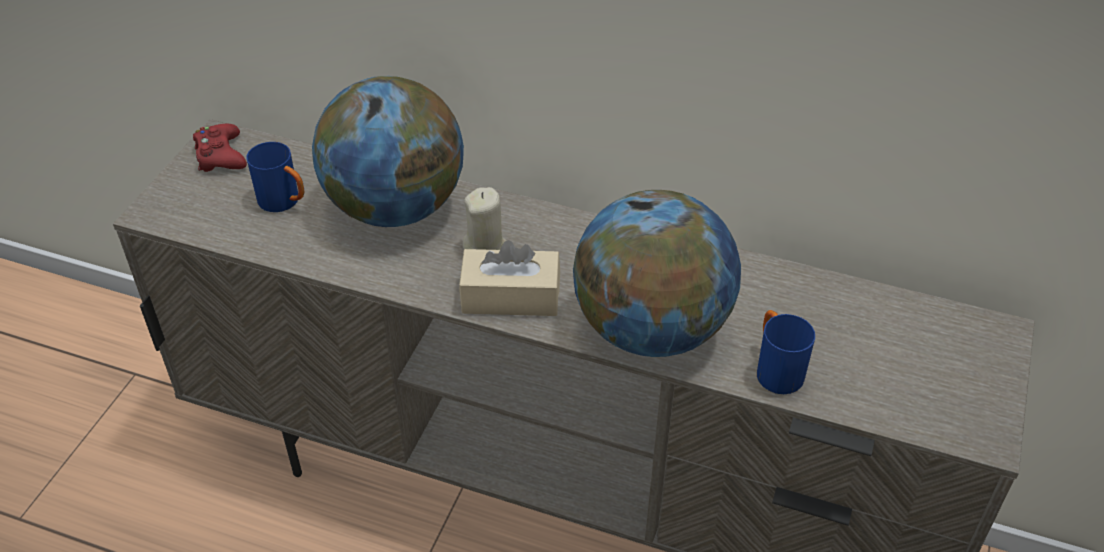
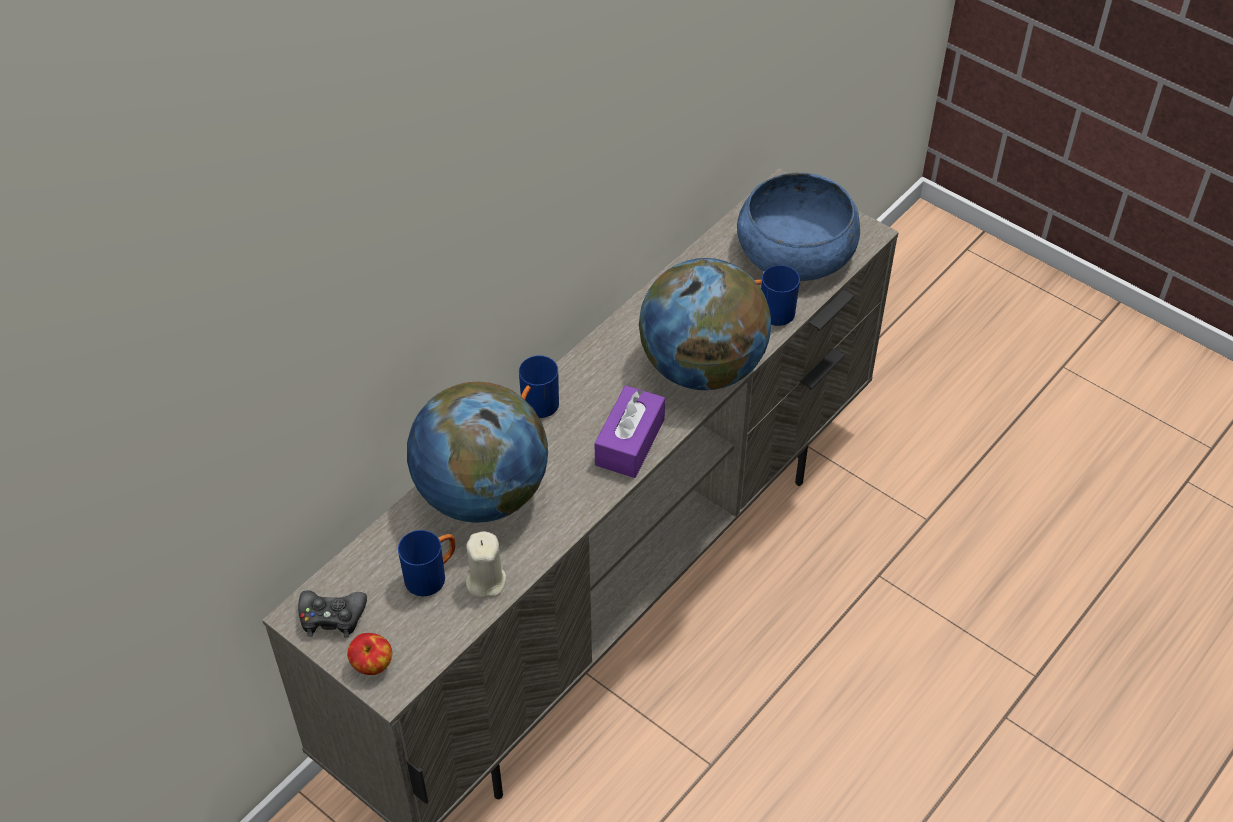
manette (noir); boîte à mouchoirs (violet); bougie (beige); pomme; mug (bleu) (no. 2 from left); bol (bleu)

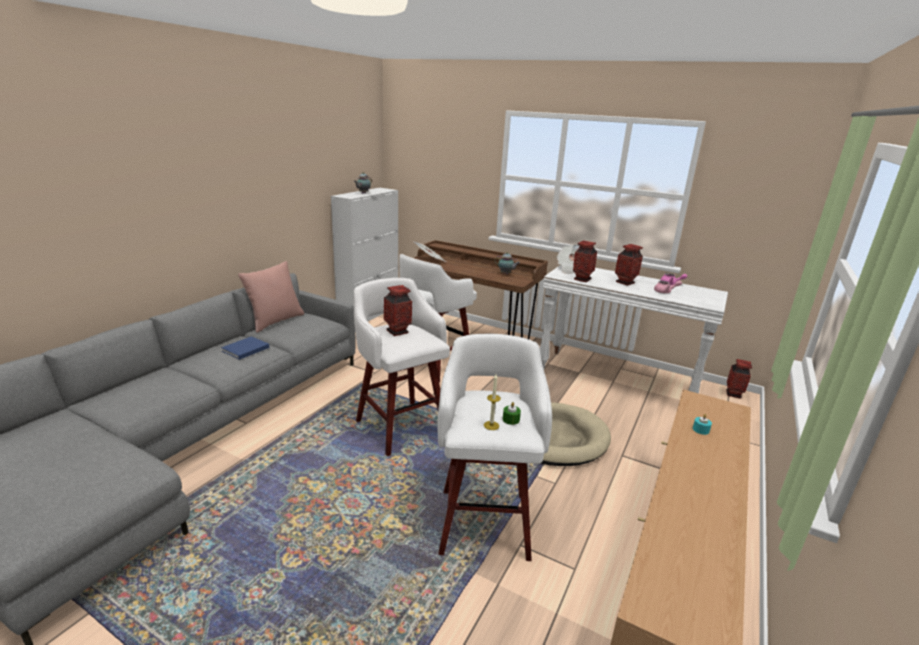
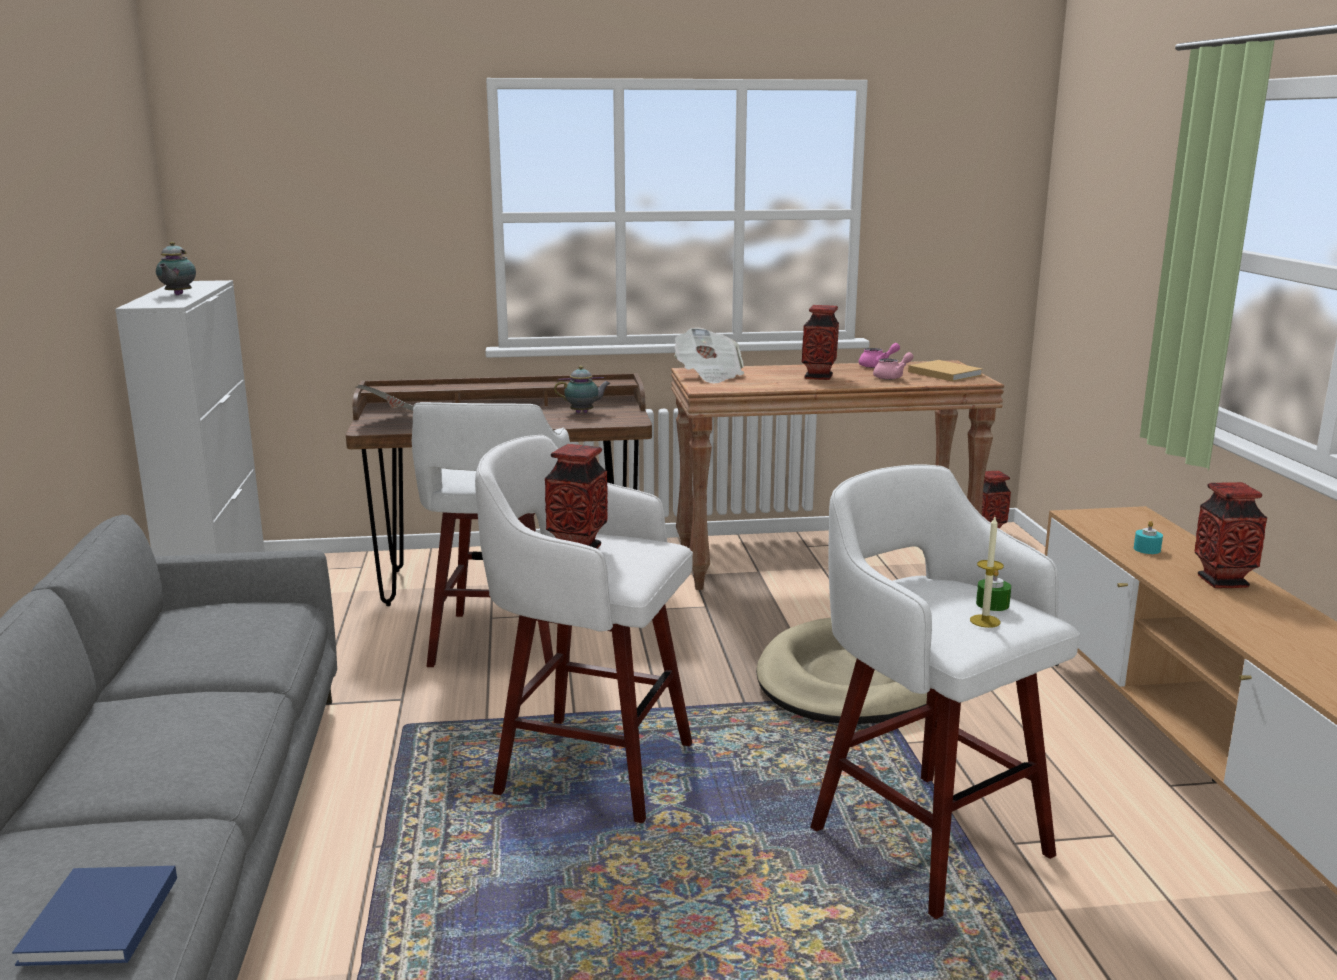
livre (bleu); coussin (rose); table console (marron); vase (no. 4 from left); livre (beige)

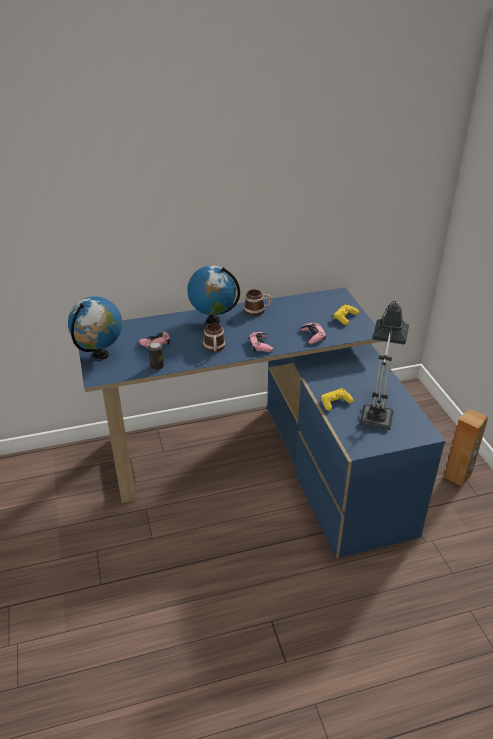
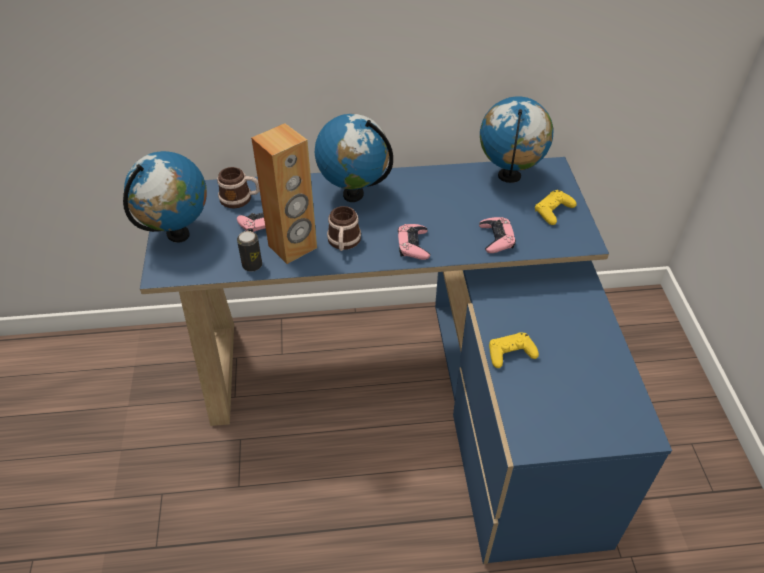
mug (no. 1 from left); lampe de table; enceinte (marron); globe (no. 3 from left)

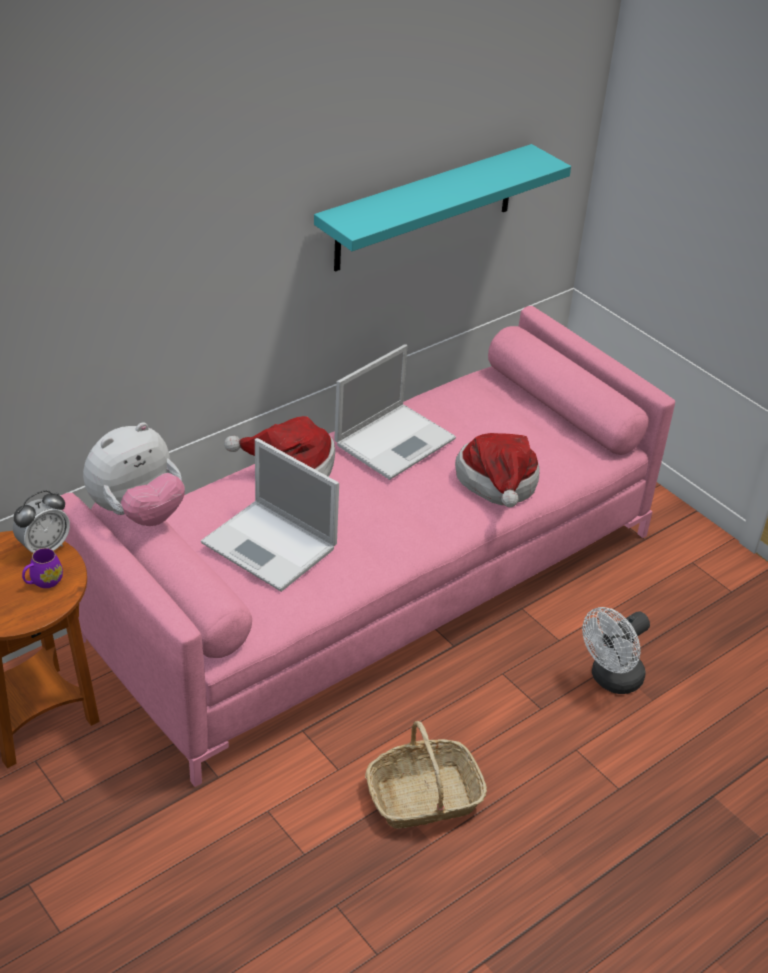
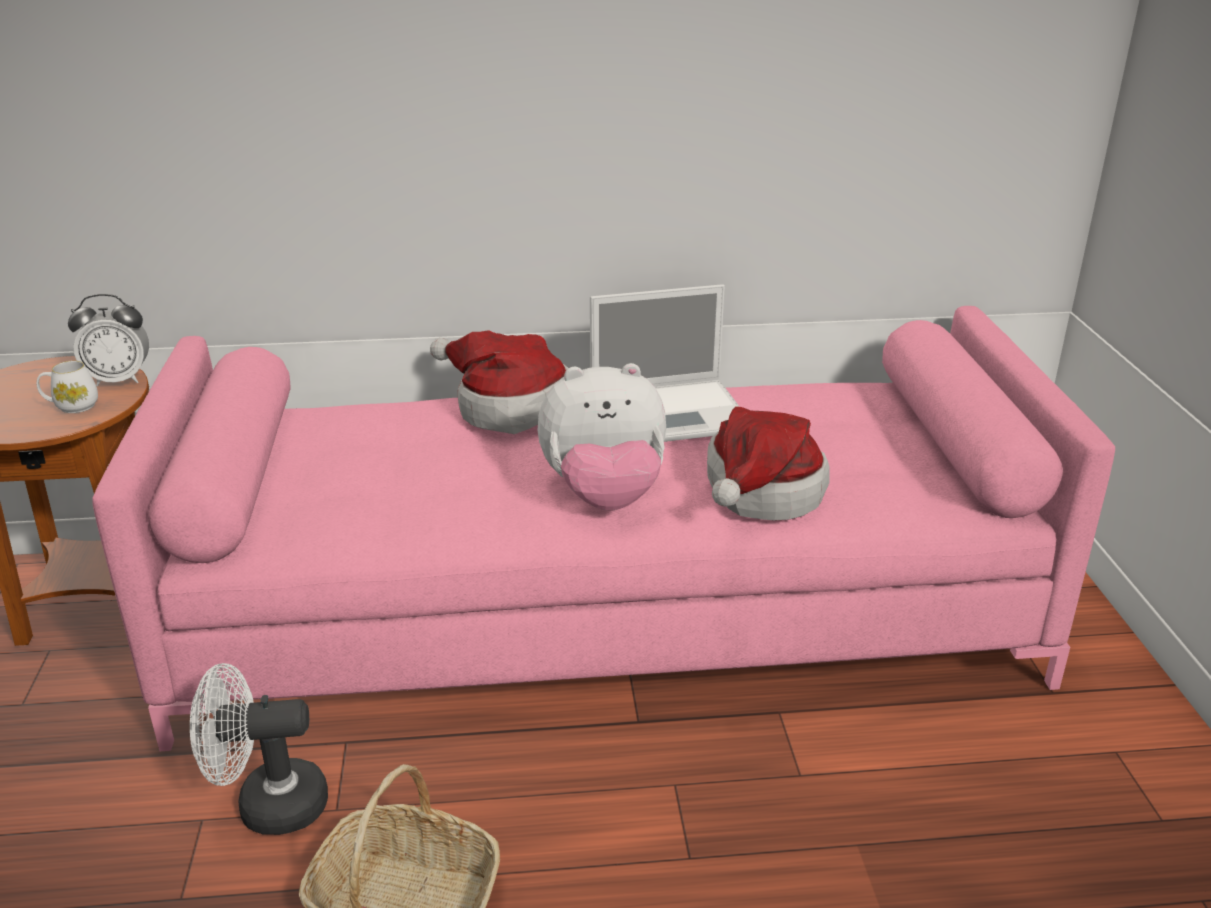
mug (blanc); peluche; ordinateur portable (no. 1 from left in the first image); étagère (turquoise); ventilateur (blanc)

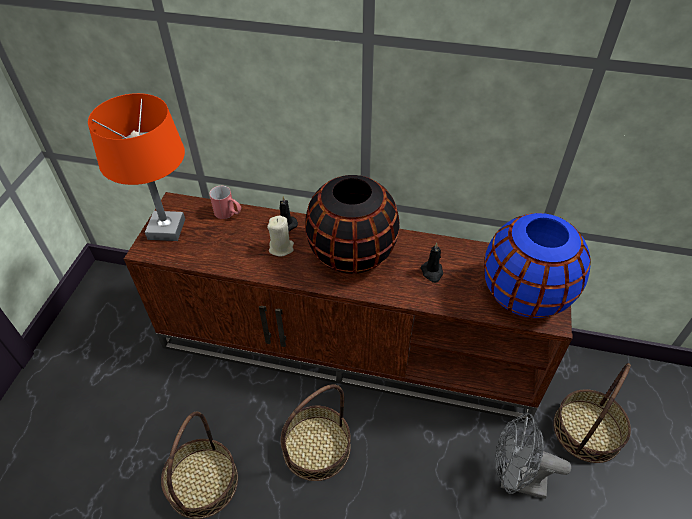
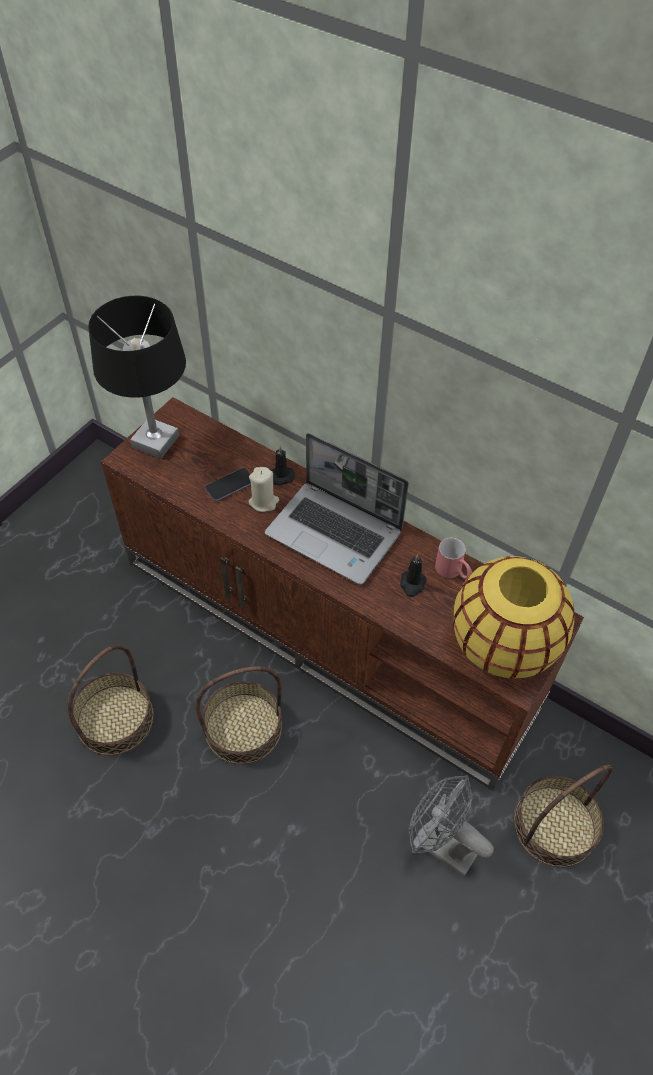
lampe de table (noir); mug (rouge); ordinateur portable; vase (jaune); téléphone

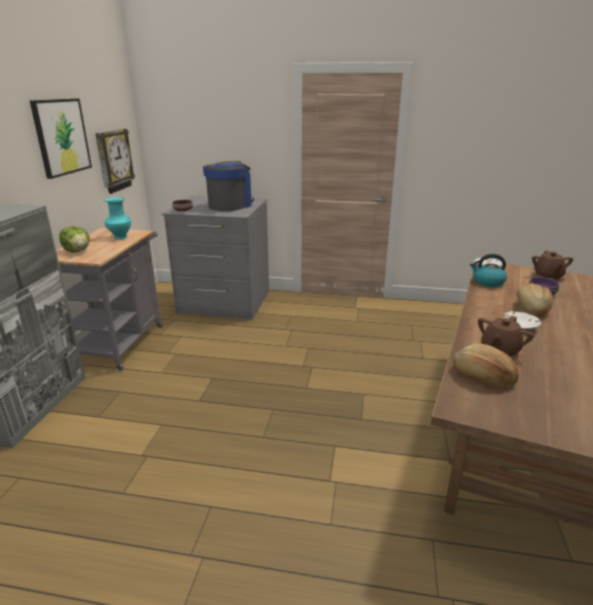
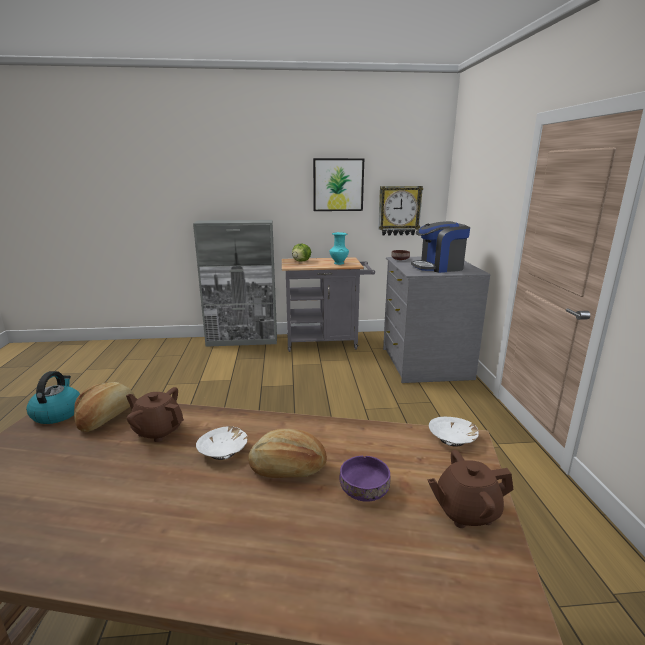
machine à café; bouilloire

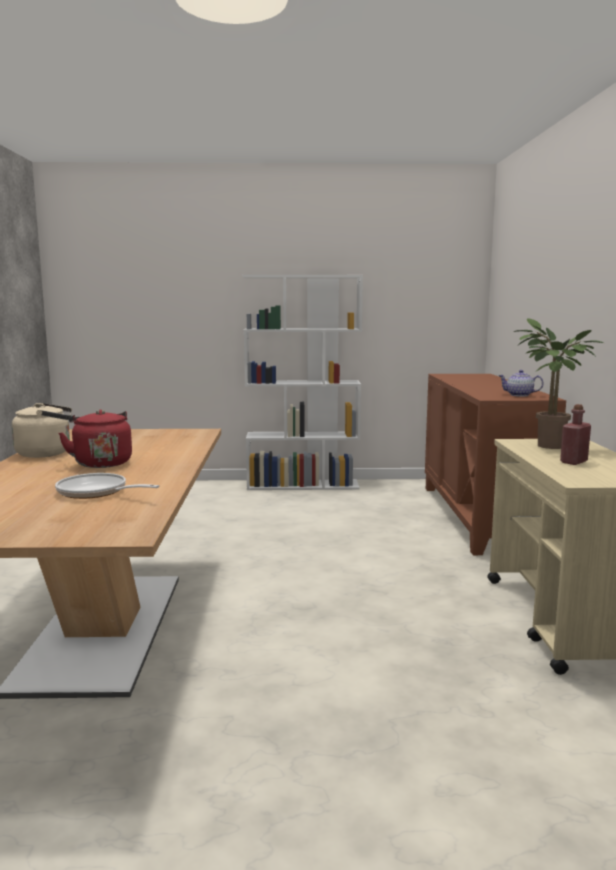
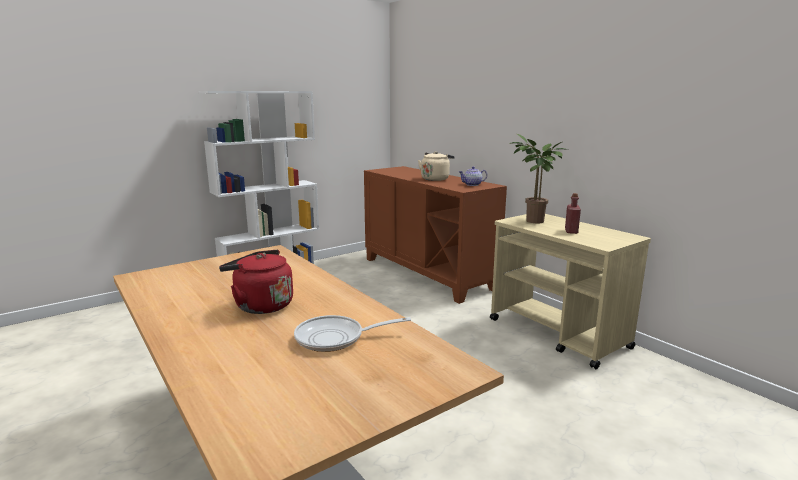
bouilloire (beige)

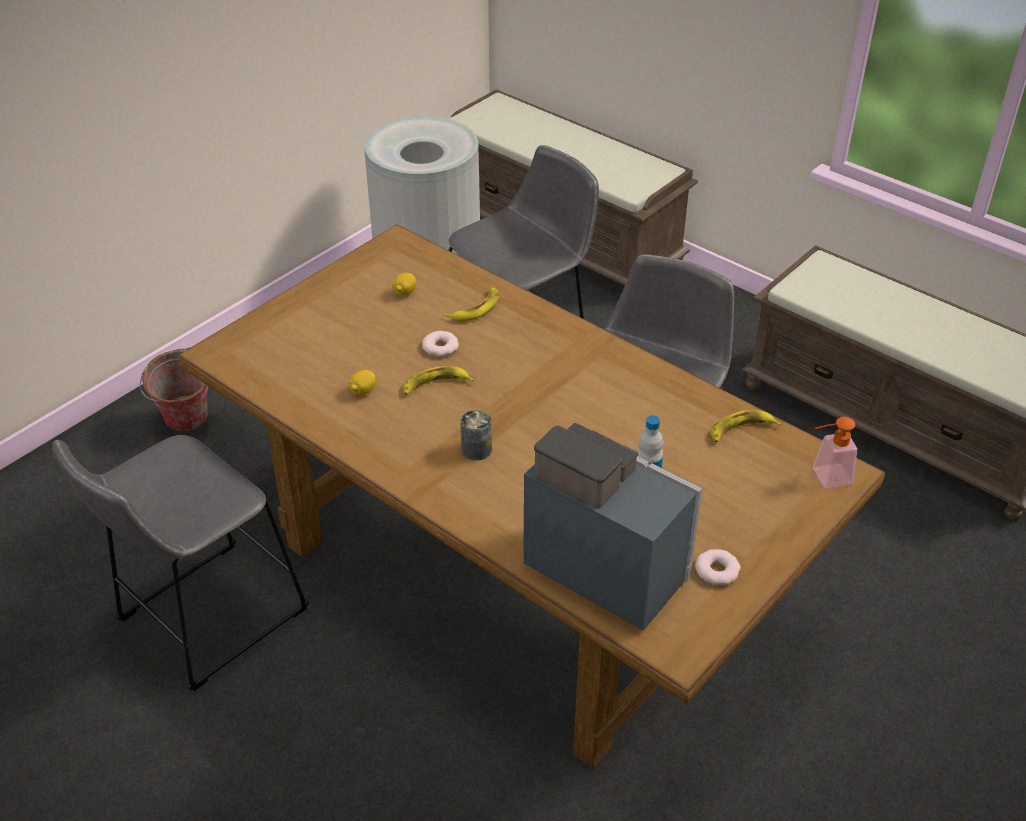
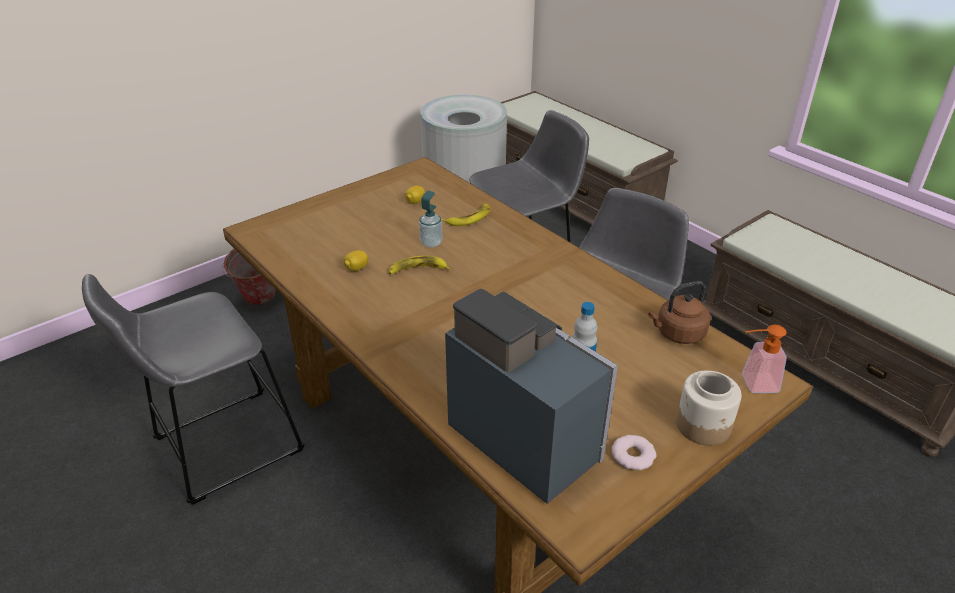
distributeur de savon (no. 1 from left); boîte métallique; bouilloire (marron); bocal

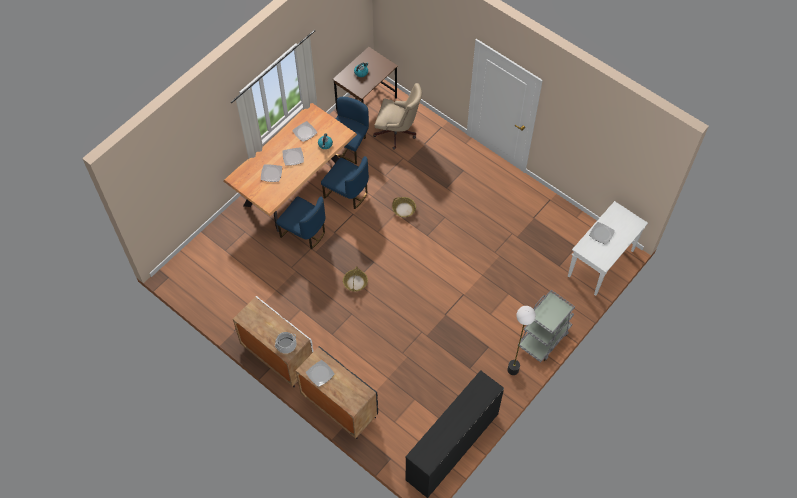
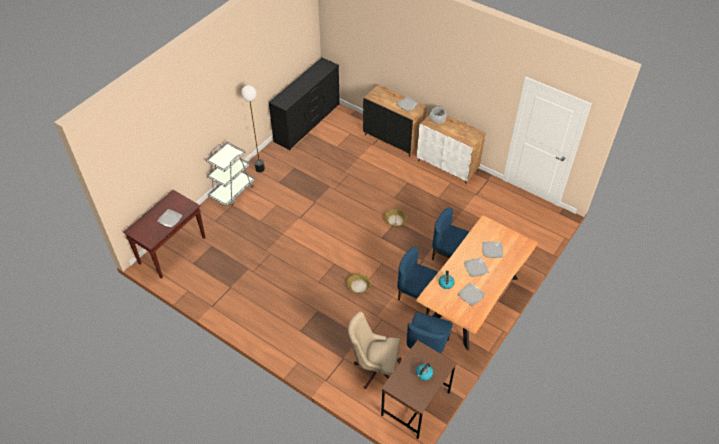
table console (marron)

